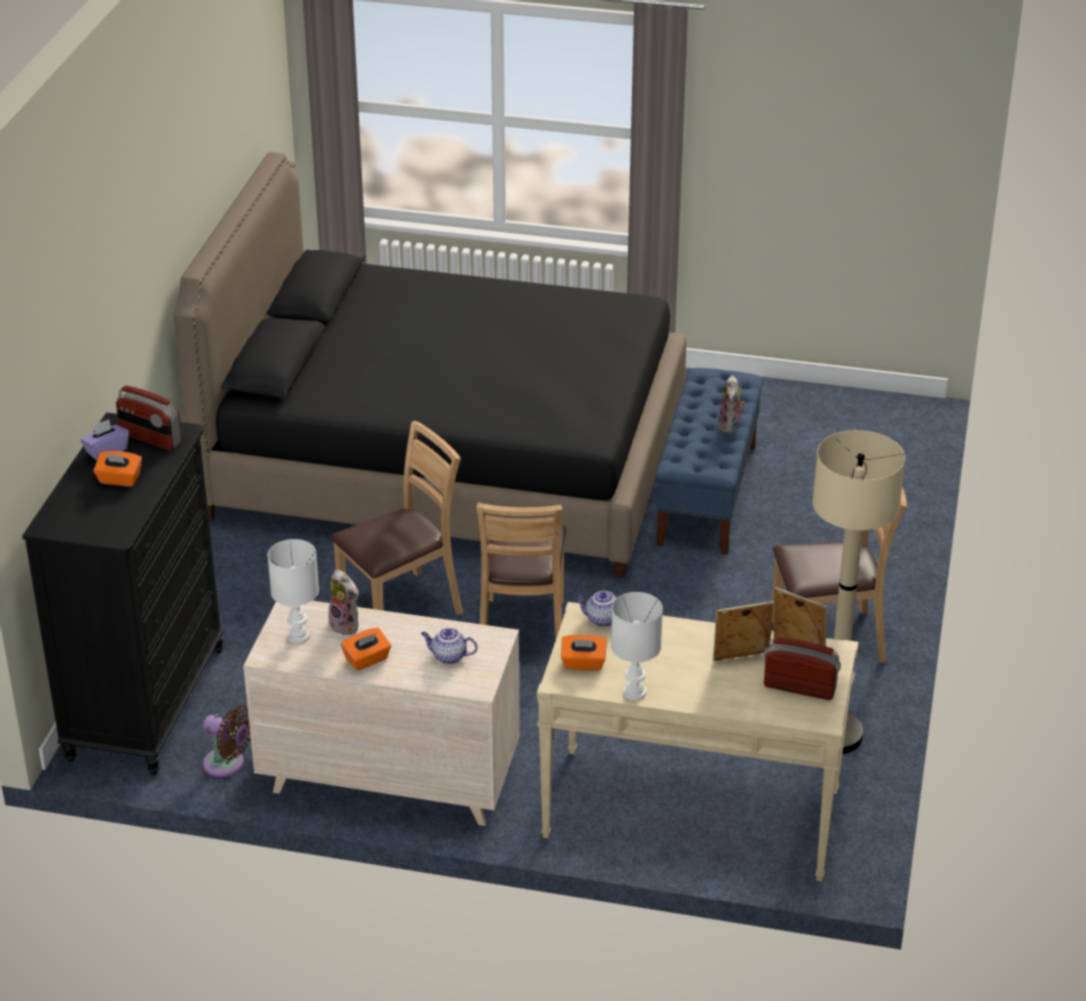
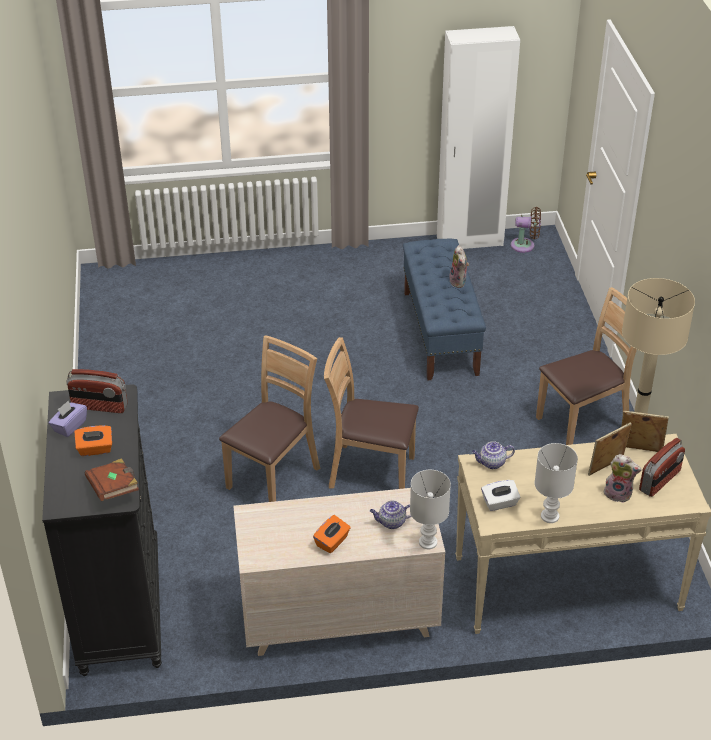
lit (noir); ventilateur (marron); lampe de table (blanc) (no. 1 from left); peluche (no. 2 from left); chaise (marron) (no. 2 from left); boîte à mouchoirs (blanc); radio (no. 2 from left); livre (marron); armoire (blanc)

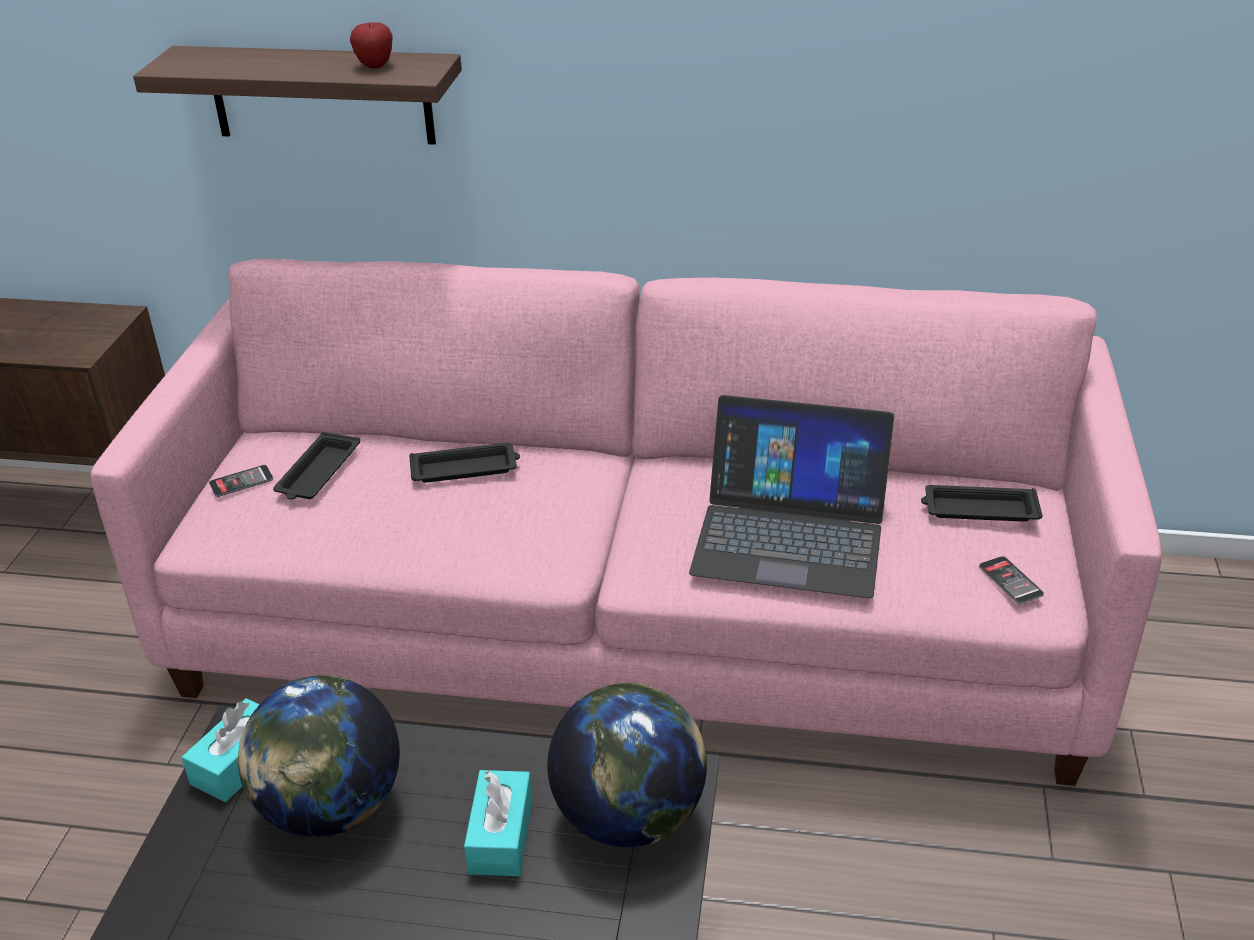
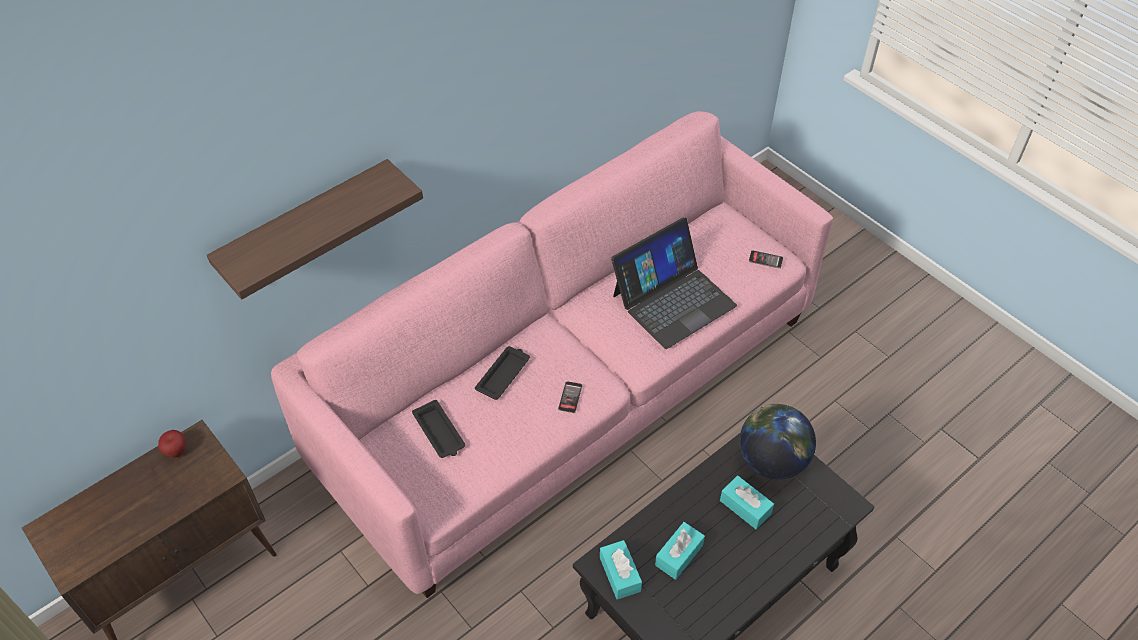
téléphone (no. 1 from left); boîte à mouchoirs (turquoise) (no. 2 from left); pomme; plateau (noir) (no. 3 from left in the first image)

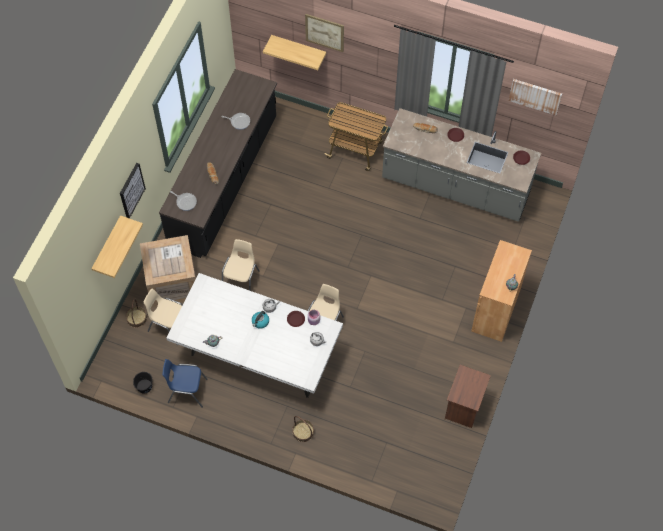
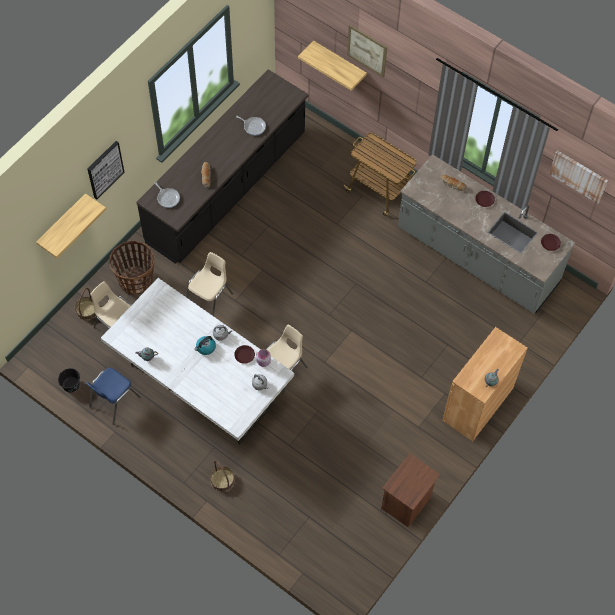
panier (no. 2 from left); chaise (bleu)

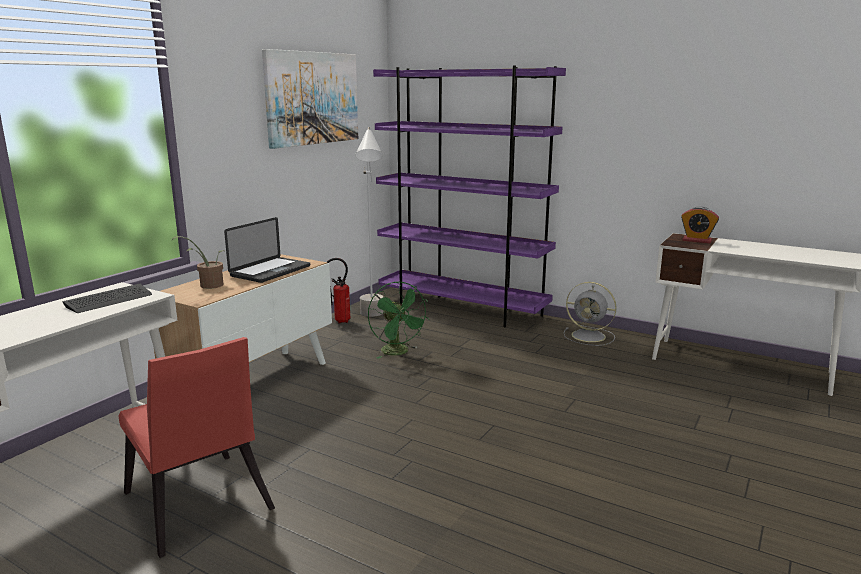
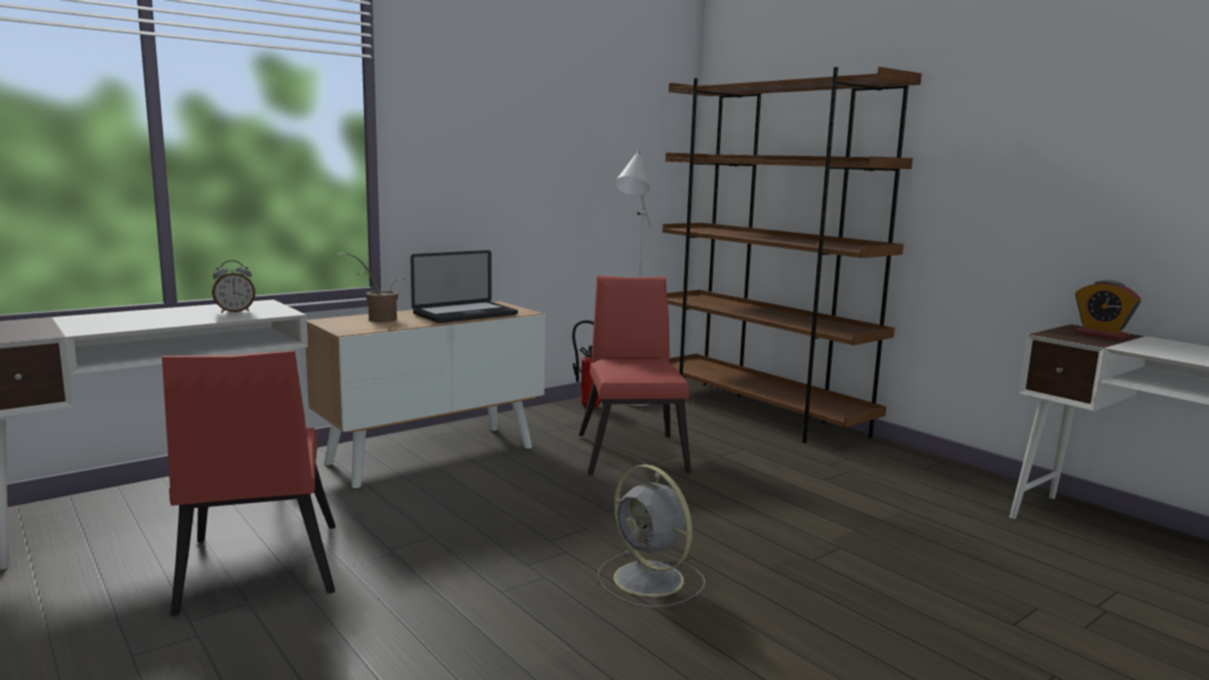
réveil (no. 1 from left); tableau; chaise (rouge) (no. 2 from left); bibliothèque (marron); ventilateur (gris)

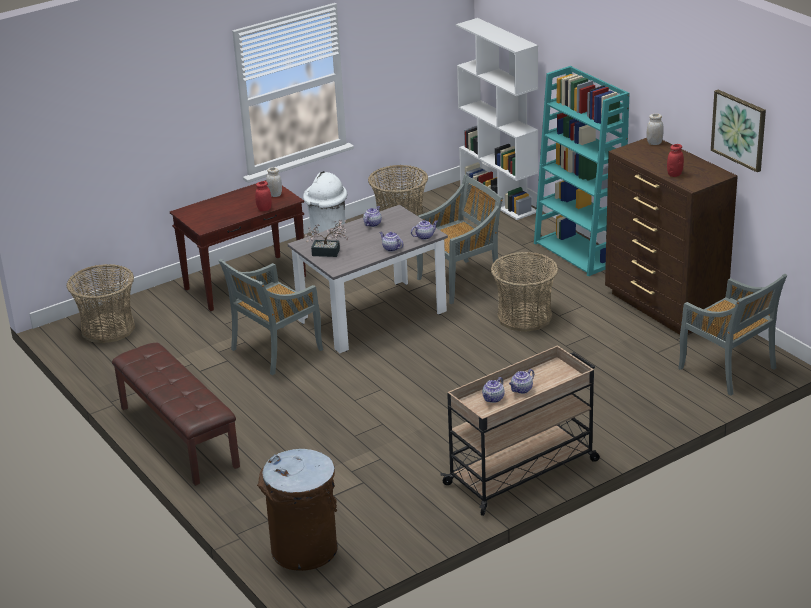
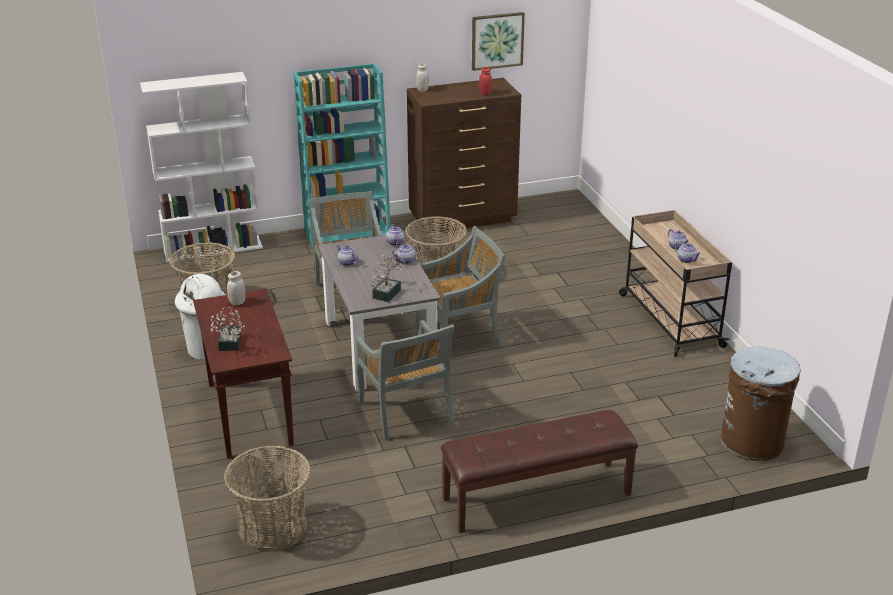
bocal (rouge) (no. 1 from left in the first image); chaise (gris) (no. 3 from left); plante en pot (no. 1 from left)

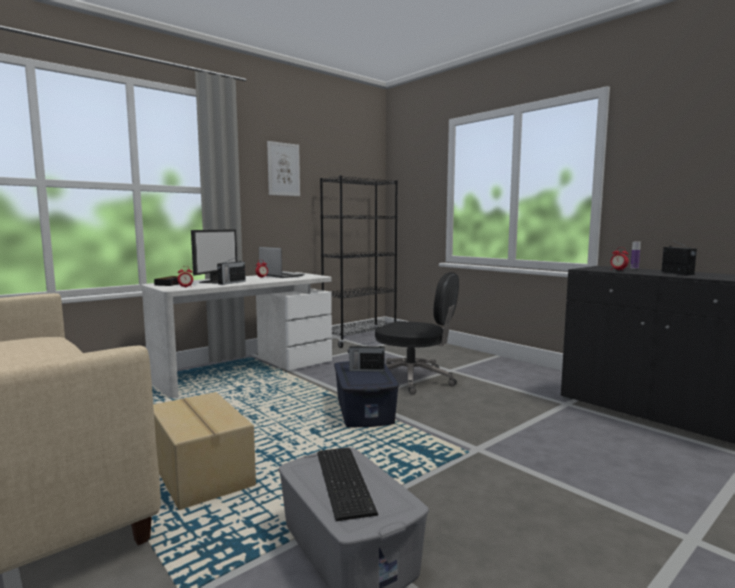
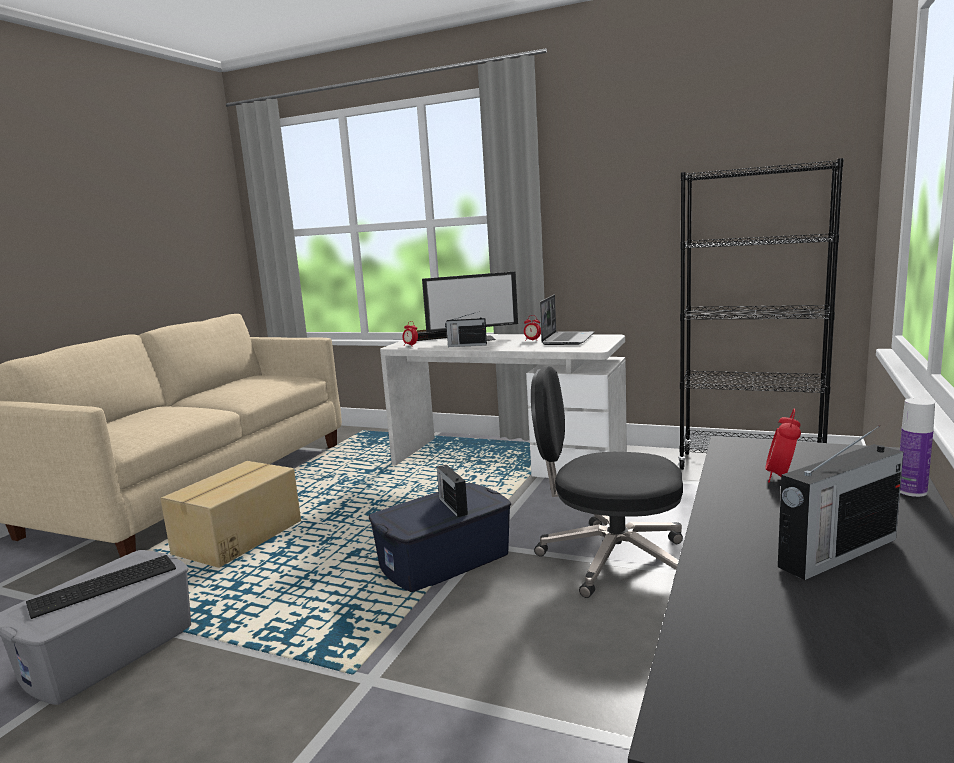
tableau; chaise de bureau (noir)

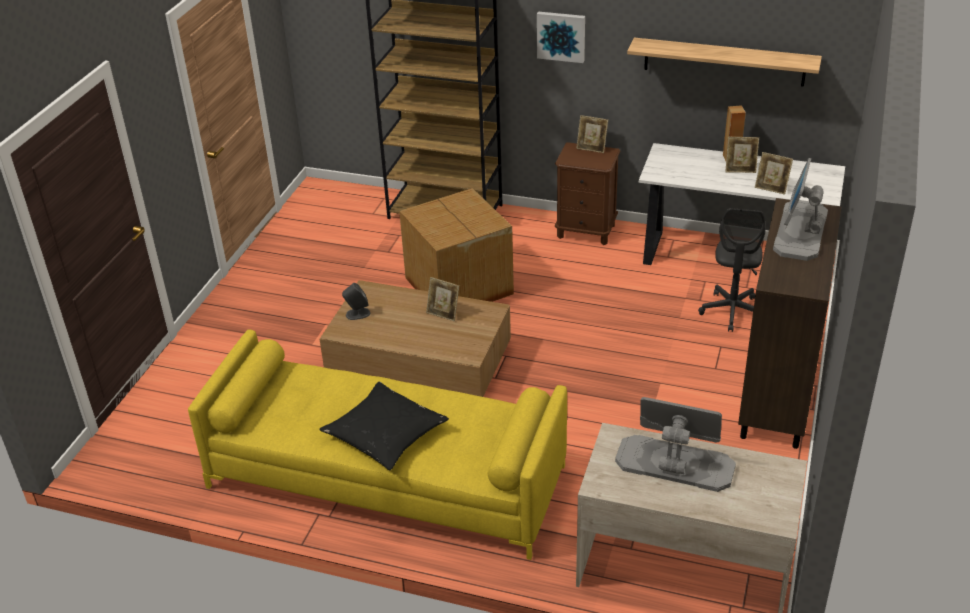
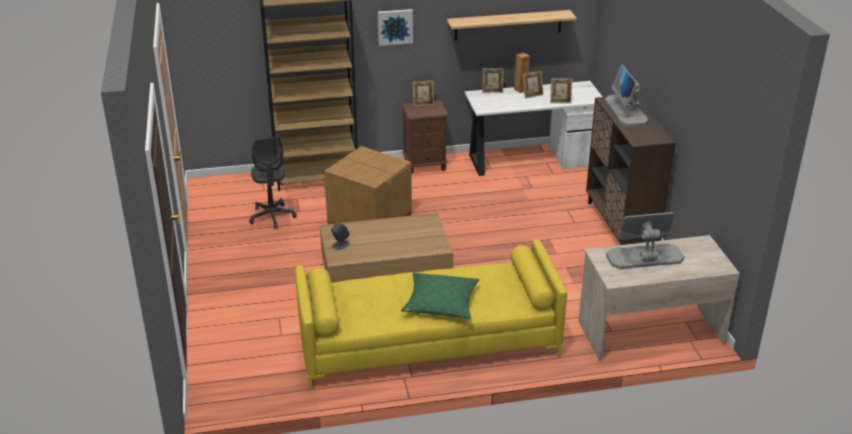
coussin (vert); cadre photo (no. 2 from left); chaise de bureau (gris)

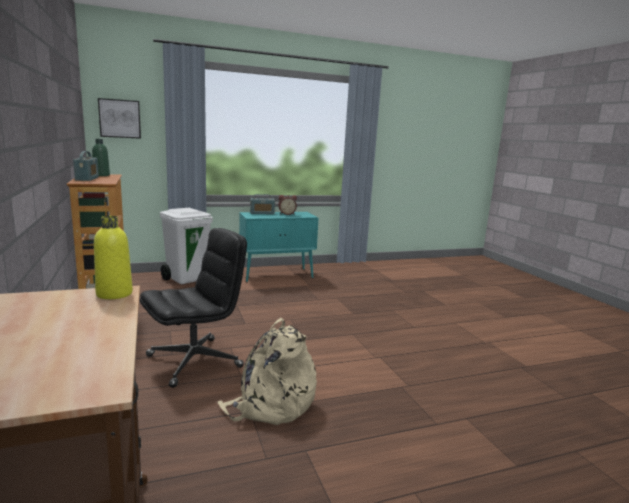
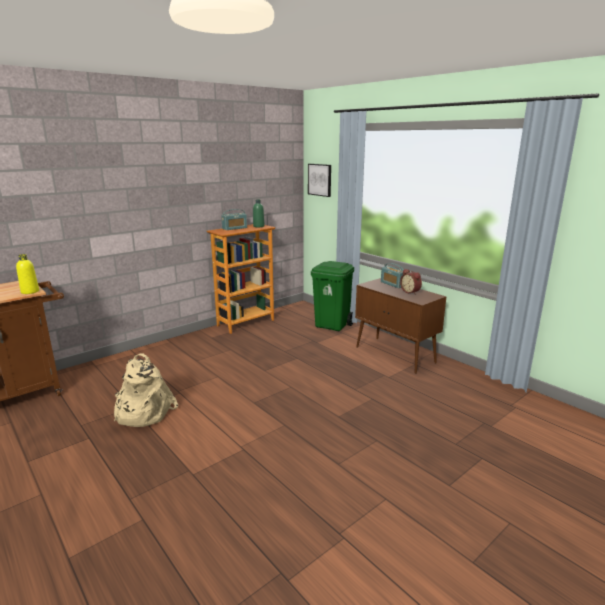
chaise de bureau (noir); poubelle (vert); meuble de rangement (marron)

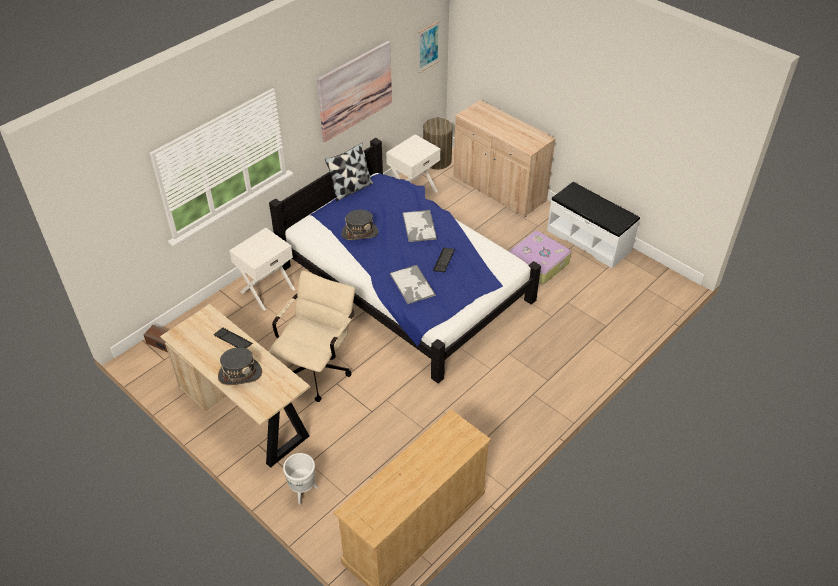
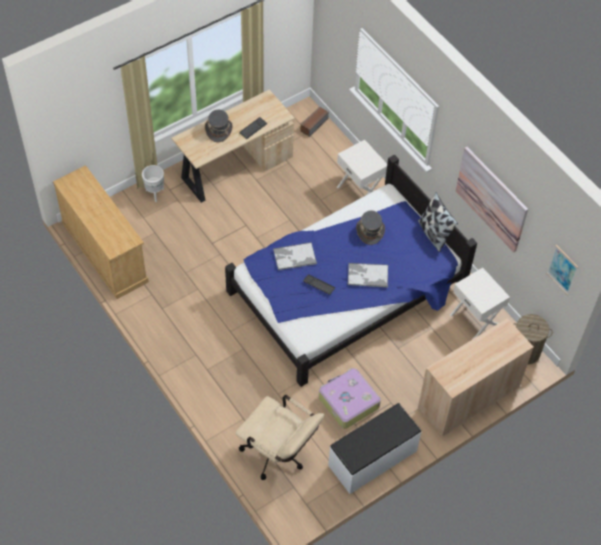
chaise de bureau (beige)

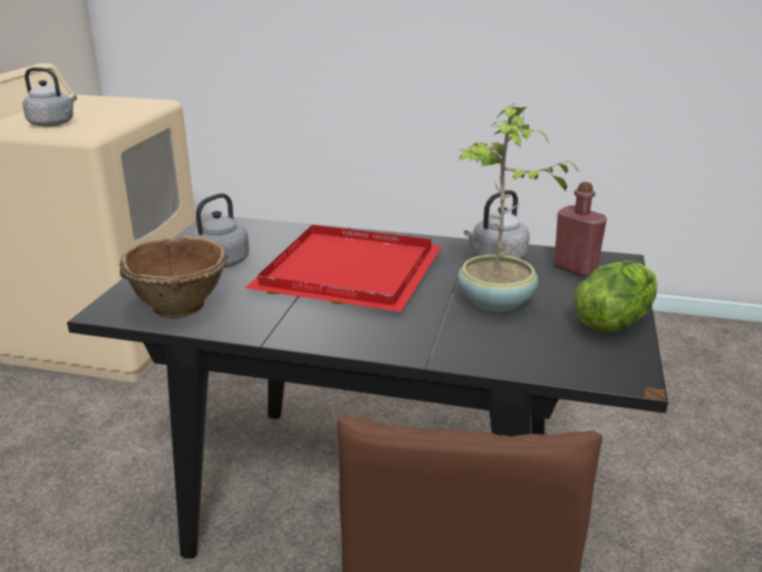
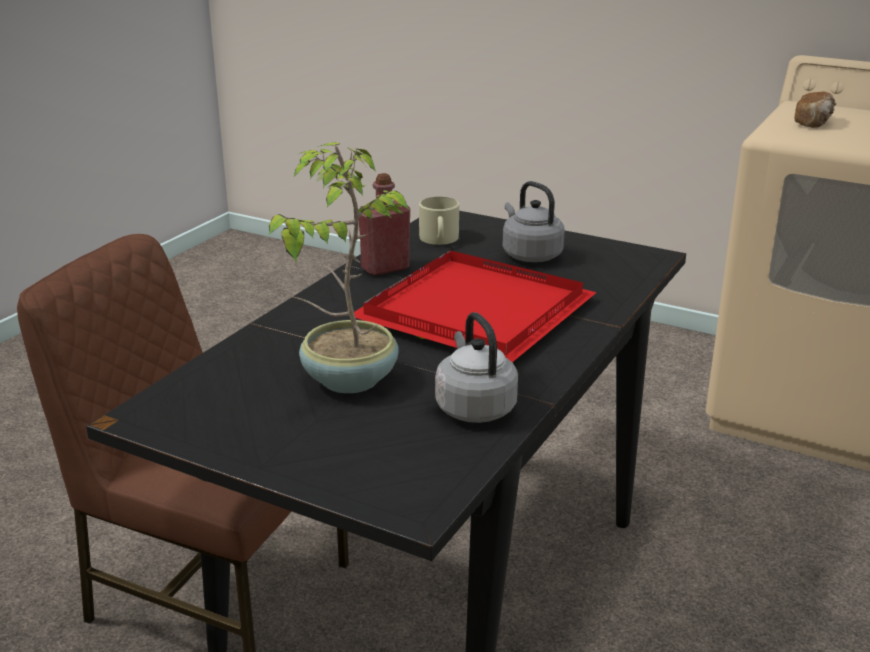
pain; mug (beige); bouteille (rouge); laitue

